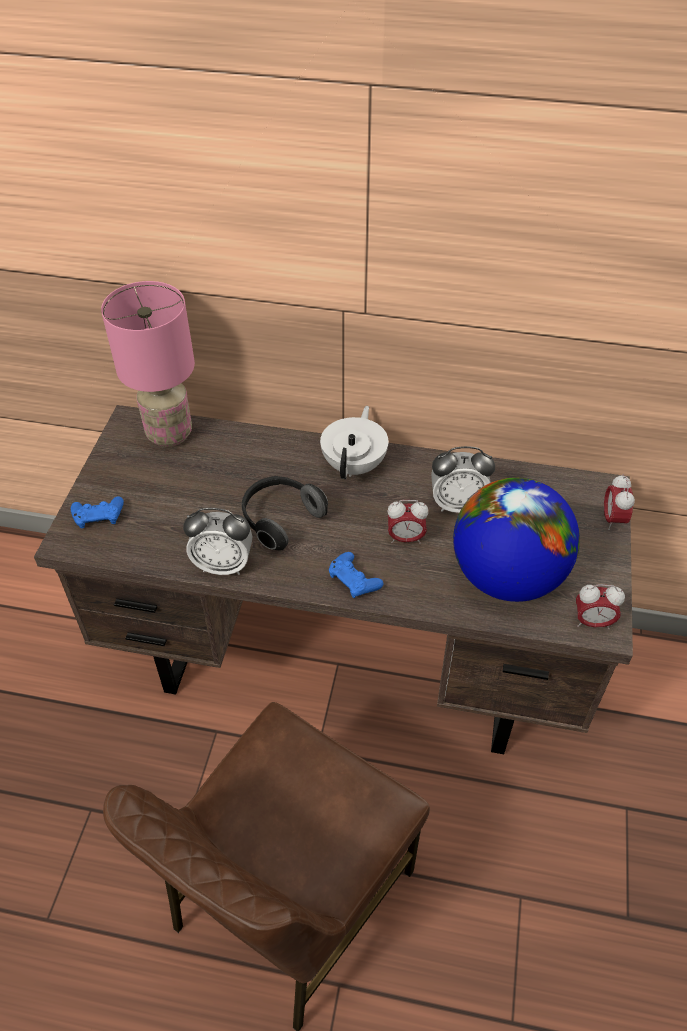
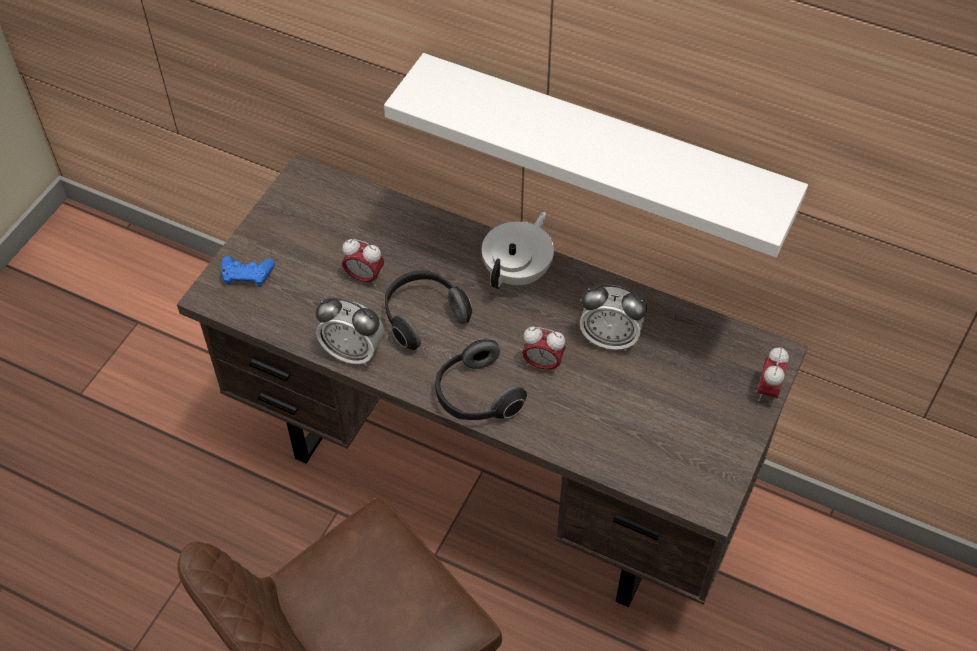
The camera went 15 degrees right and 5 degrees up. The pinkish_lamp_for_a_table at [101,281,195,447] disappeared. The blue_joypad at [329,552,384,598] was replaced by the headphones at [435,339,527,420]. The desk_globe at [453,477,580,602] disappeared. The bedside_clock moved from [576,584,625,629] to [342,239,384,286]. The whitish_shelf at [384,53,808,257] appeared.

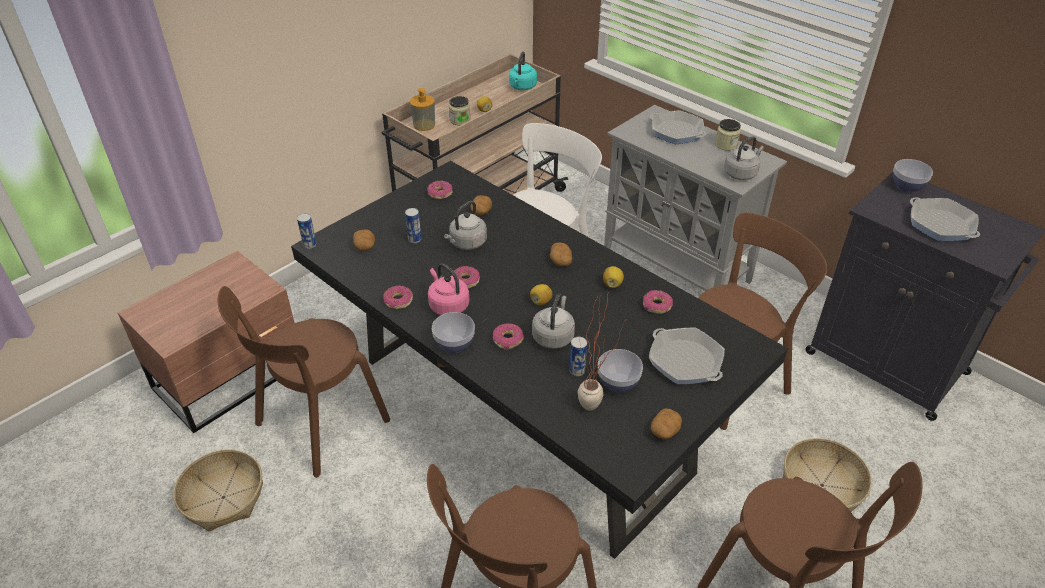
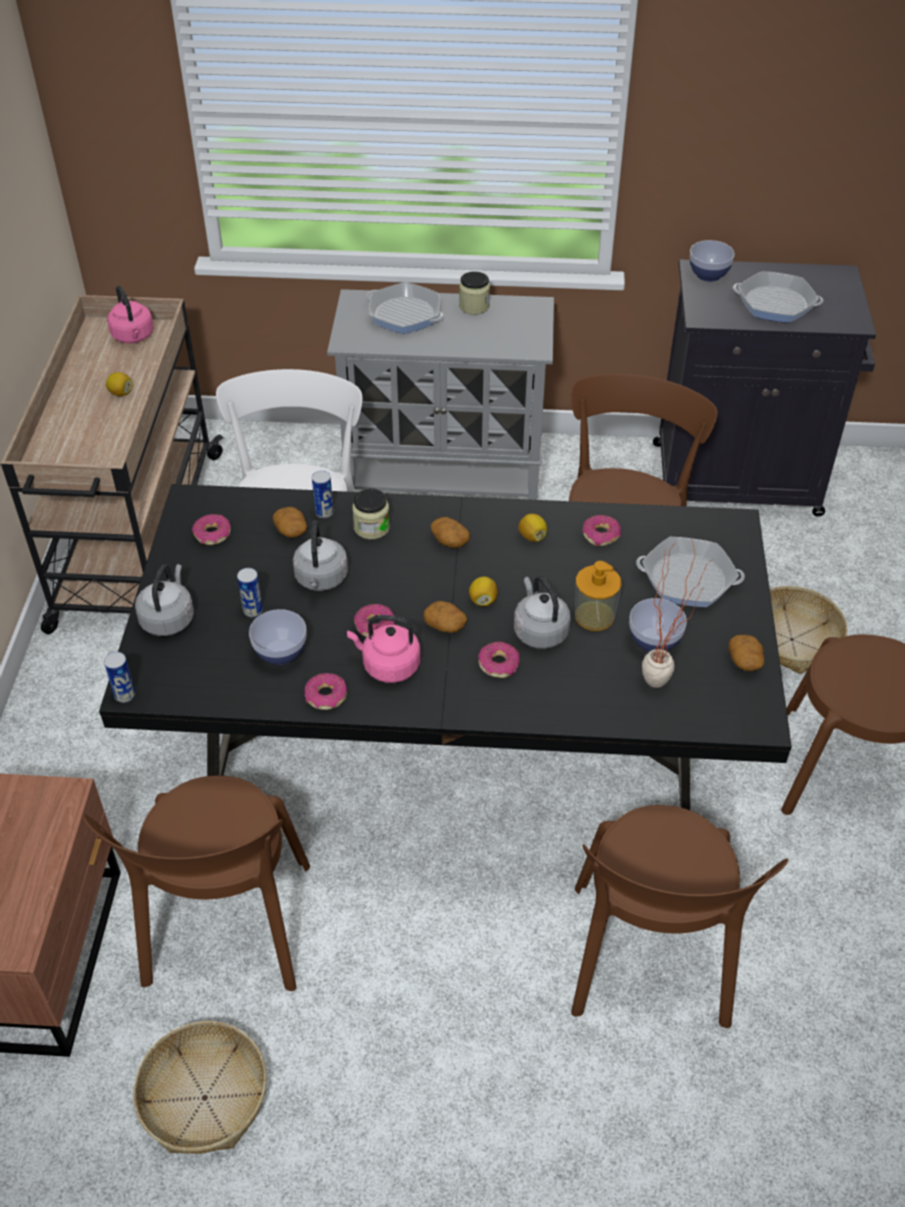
The camera went 40 degrees left and 5 degrees up. The whole_potato moved from [353,230,375,251] to [423,601,467,633]. The liquid_soap_bottle moved from [410,88,435,131] to [575,561,622,631]. The bowl moved from [432,312,475,353] to [249,609,307,665]. The storage_jar moved from [449,96,470,125] to [352,488,390,539]. The turquoise-coloured_water_kettle at [509,52,537,90] became the pinkish_water_kettle at [107,285,154,343]. The metal_can moved from [570,337,587,376] to [312,471,334,518]. The frying_pan at [650,110,706,144] turned 150 degrees counterclockwise. The grey_water_kettle moved from [724,136,764,180] to [135,564,194,636].

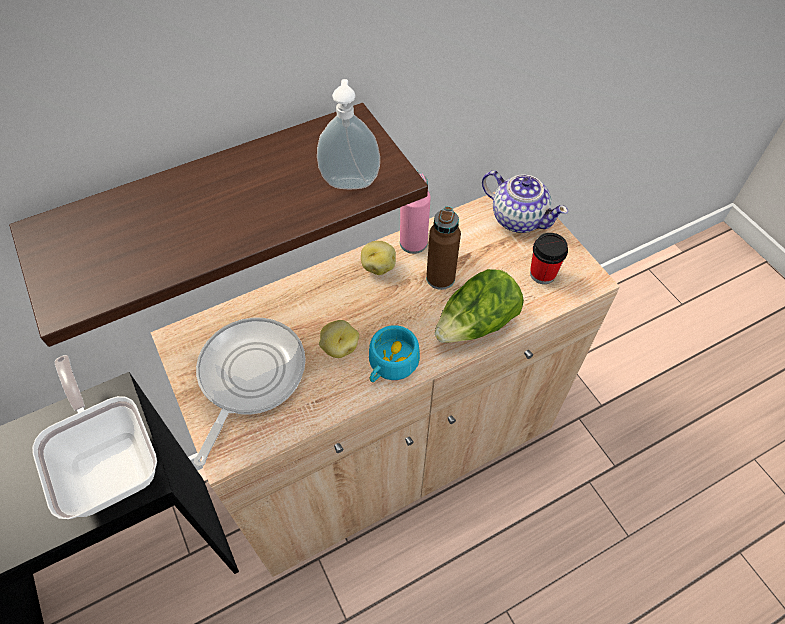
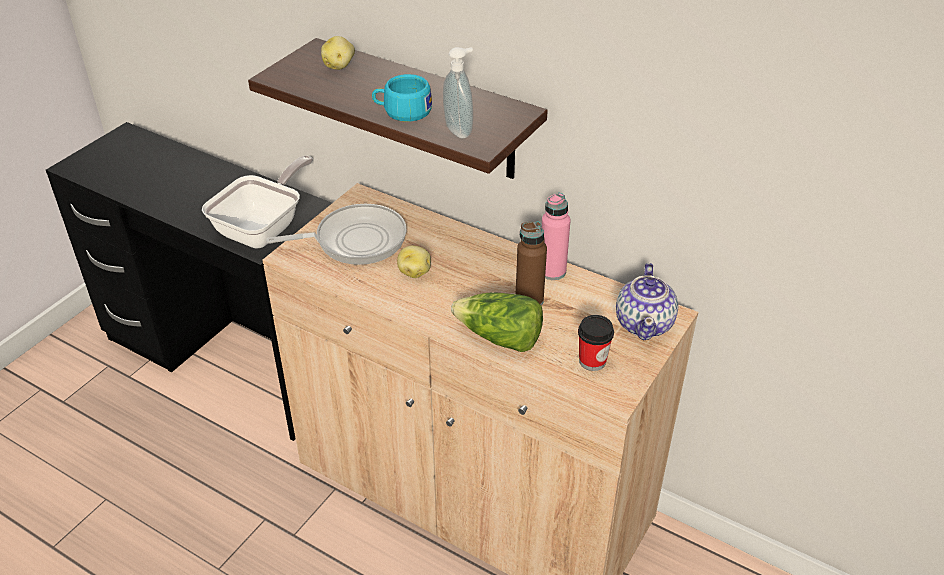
The camera went 60 degrees right and 15 degrees down. The whole_potato moved from [361,241,396,275] to [321,36,355,70]. The turquoise-coloured_small_cup moved from [369,325,420,382] to [372,74,432,121].

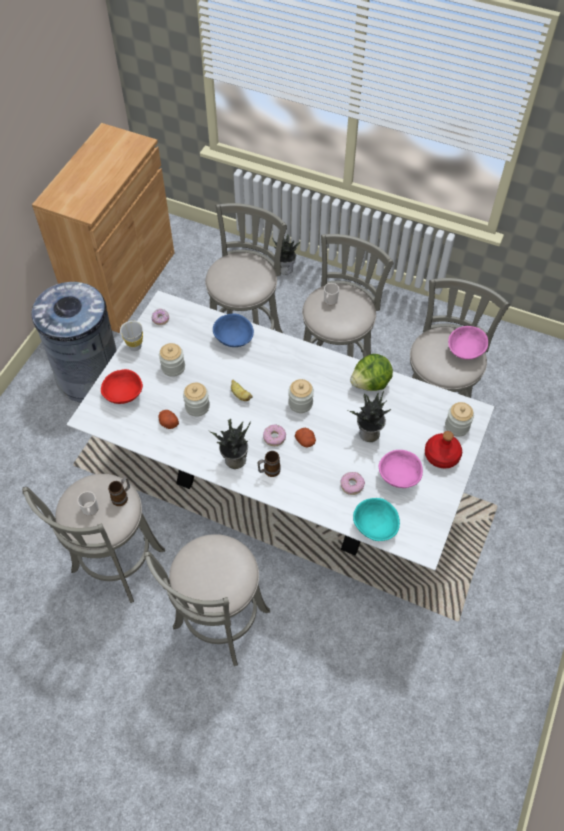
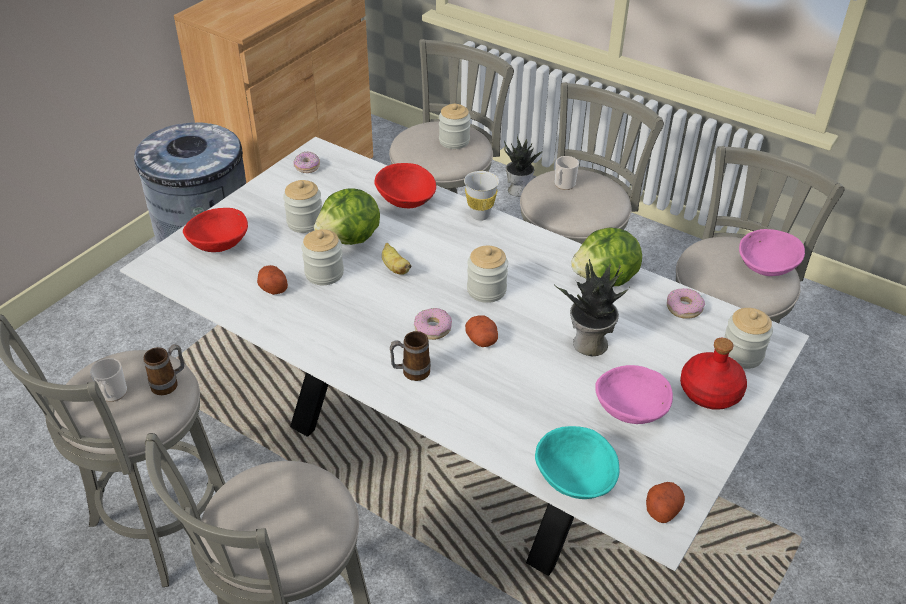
The camera went 10 degrees right and 15 degrees down. The whitish_small_cup moved from [120,321,143,351] to [464,171,499,221]. The potted_plant at [208,419,251,469] disappeared. The blue_bowl at [213,313,254,347] became the red_bowl at [374,163,436,208]. The doughnut moved from [341,472,365,495] to [667,288,705,319]. The lettuce_head at [314,188,380,245] appeared. The storage_jar at [439,103,471,149] appeared. The whole_potato at [646,482,685,523] appeared.

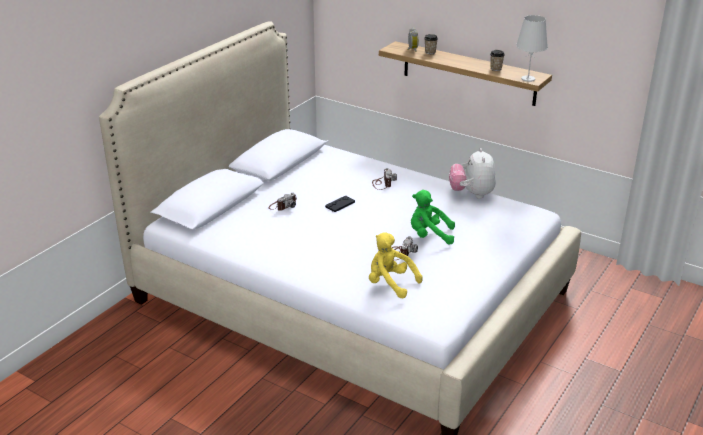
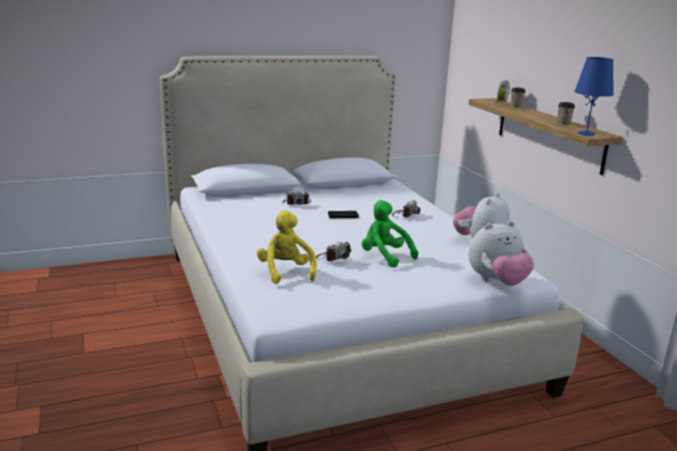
The camera went 35 degrees right and 10 degrees down. The whitish_lamp_for_a_table at [516,15,548,82] became the blue_lamp_for_a_table at [574,57,614,136]. The cuddly_toy at [468,221,534,286] appeared.

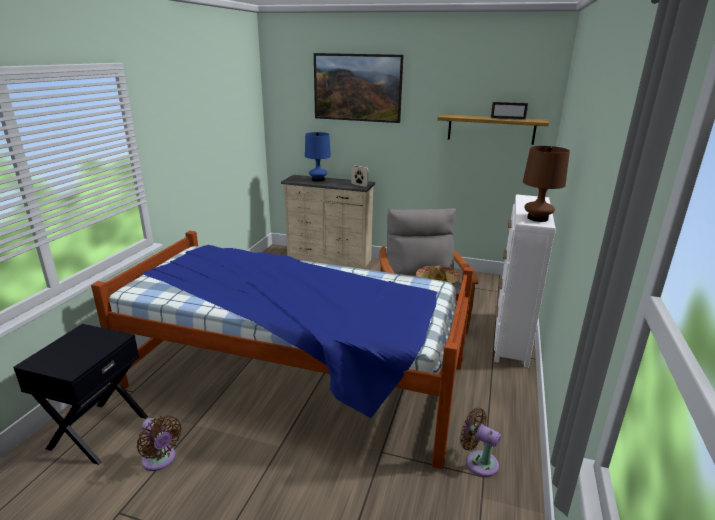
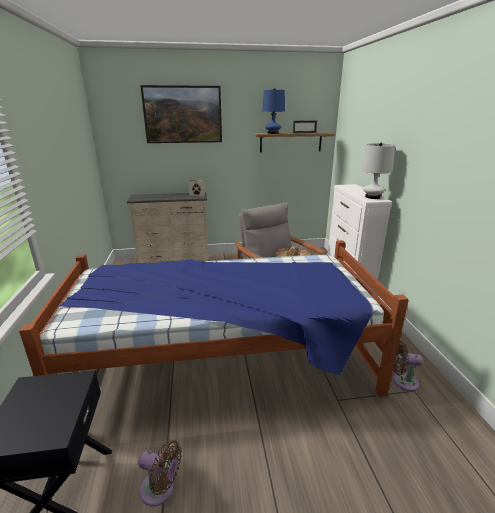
The camera went 25 degrees left and 0 degrees up. The blue_lamp_for_a_table moved from [305,132,331,181] to [262,88,285,134]. The brown_lamp_for_a_table at [523,146,570,222] became the whitish_lamp_for_a_table at [362,142,395,199].

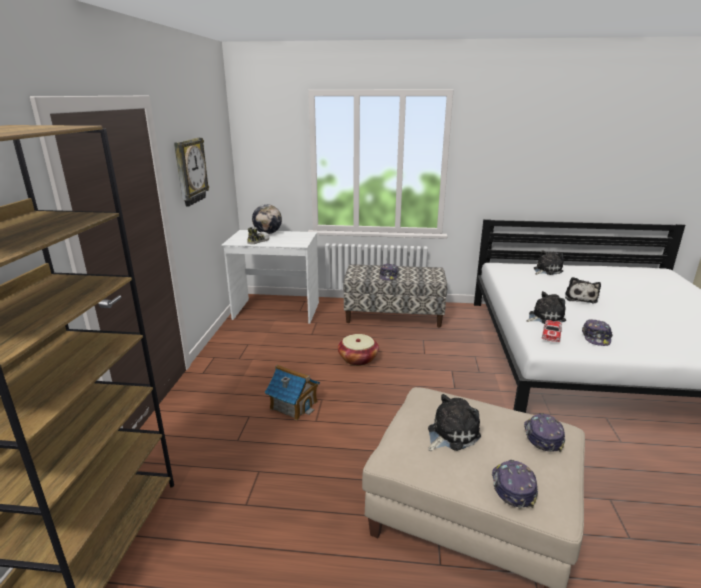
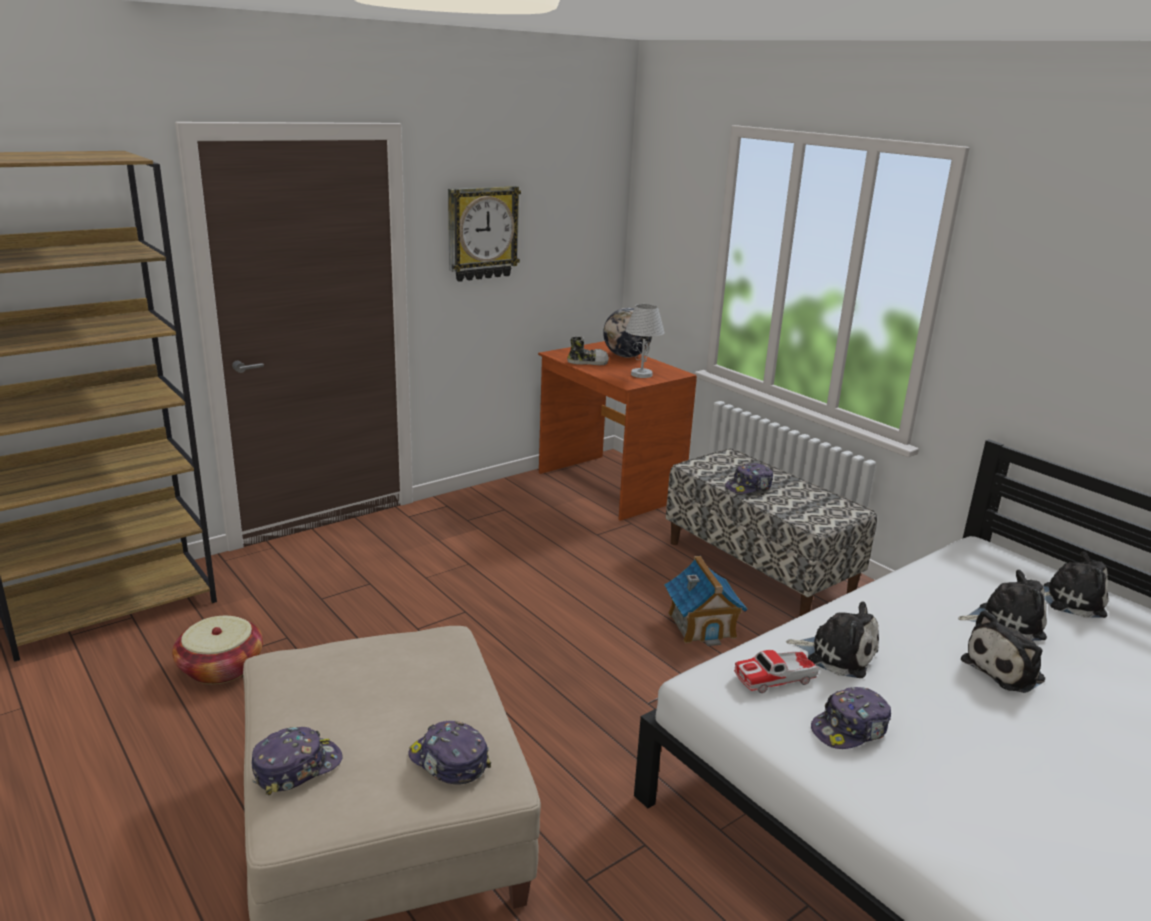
The camera went 45 degrees right and 0 degrees up. The whitish_desk at [221,230,319,324] became the brown_desk at [538,341,697,521]. The model_house moved from [264,365,320,420] to [665,556,747,646]. The basket moved from [338,334,379,366] to [172,616,263,684]. The cuddly_toy moved from [428,394,481,451] to [958,570,1047,641]. The cap at [524,413,565,452] turned 105 degrees counterclockwise. The whitish_lamp_for_a_table at [625,304,665,378] appeared.

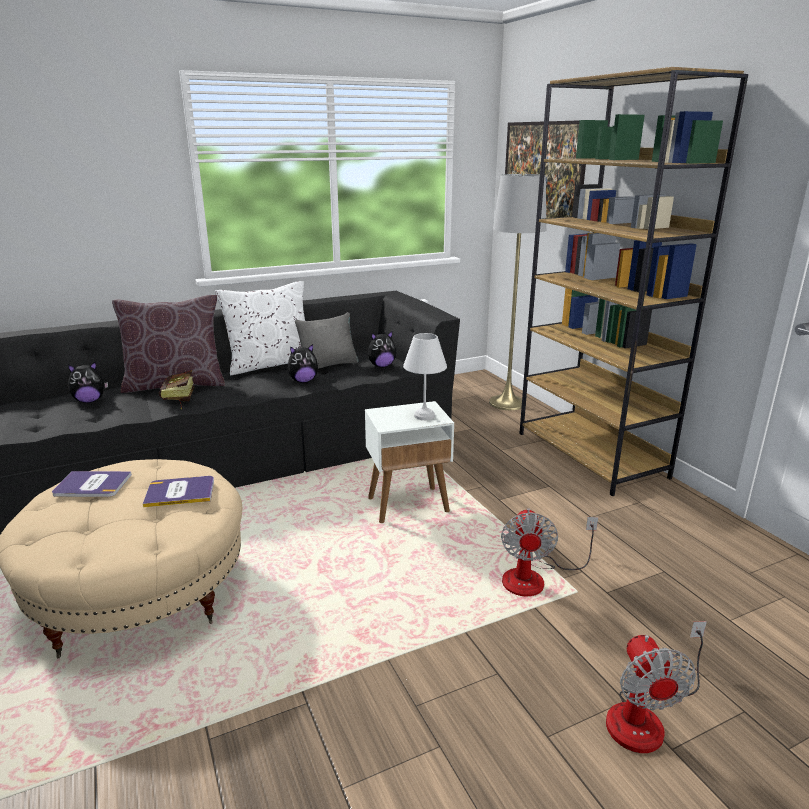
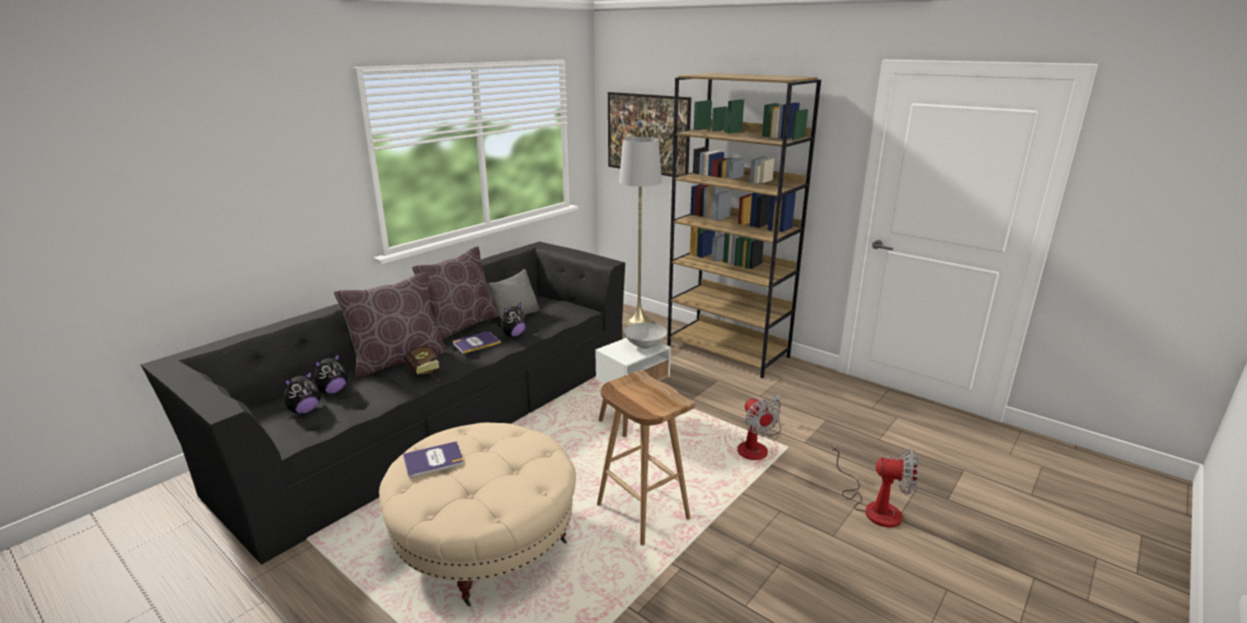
The camera went 25 degrees left and 0 degrees up. The book moved from [143,476,214,507] to [453,332,501,354]. The whitish_pillow at [215,281,305,376] became the brown_pillow at [412,246,499,340]. The cuddly_toy moved from [368,331,396,367] to [284,371,320,414]. The whitish_lamp_for_a_table at [403,333,447,420] was replaced by the grey_bowl at [624,322,667,349]. The electric_fan at [606,621,707,753] turned 45 degrees counterclockwise. The brown_stool at [597,370,695,546] appeared.

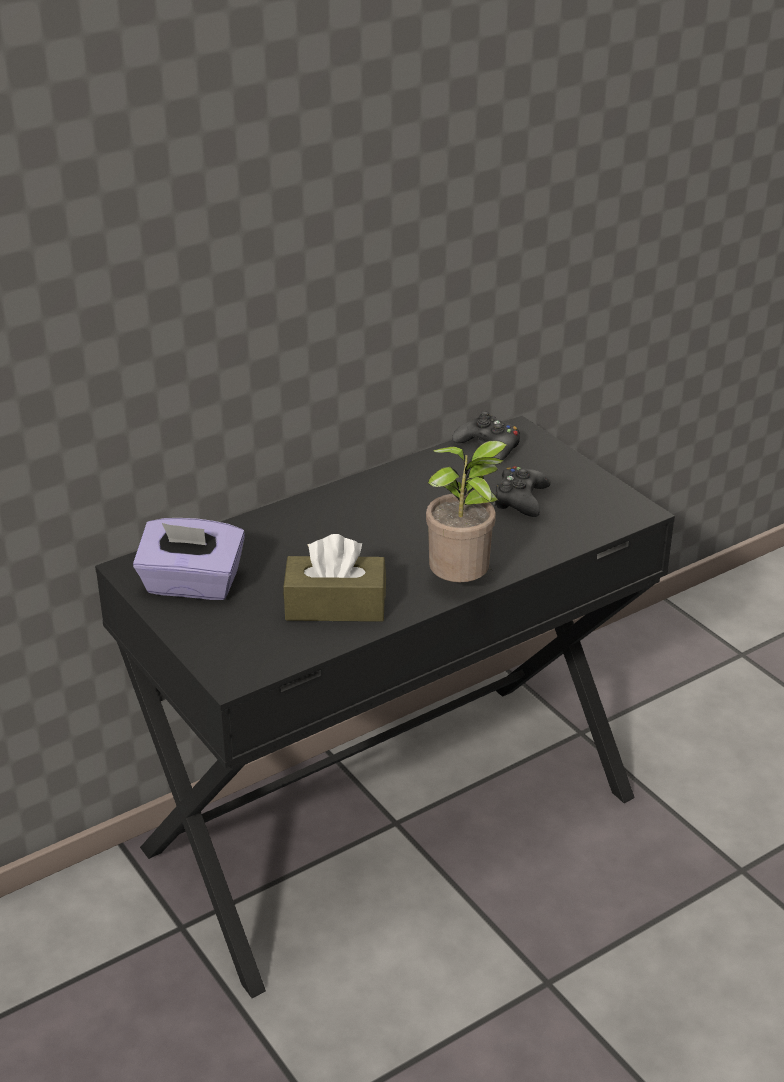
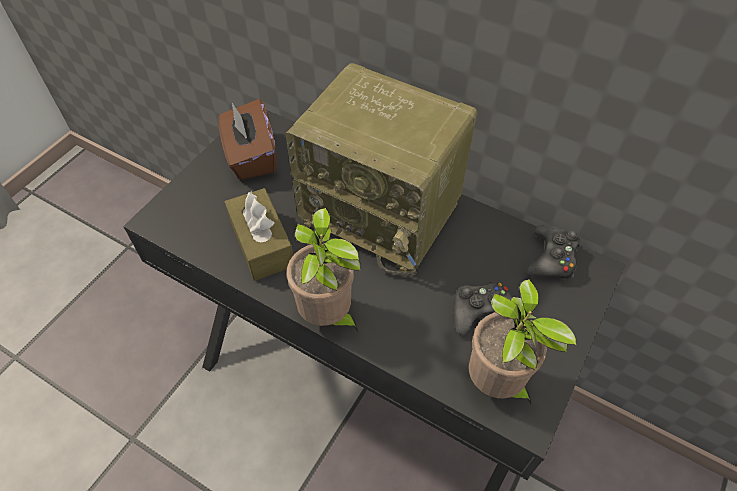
The camera went 65 degrees right and 20 degrees up. The purple_box_of_tissues at [133,518,245,600] became the brown_box_of_tissues at [218,99,277,180]. The radio_receiver at [285,63,478,276] appeared. The potted_plant at [469,279,576,404] appeared.

